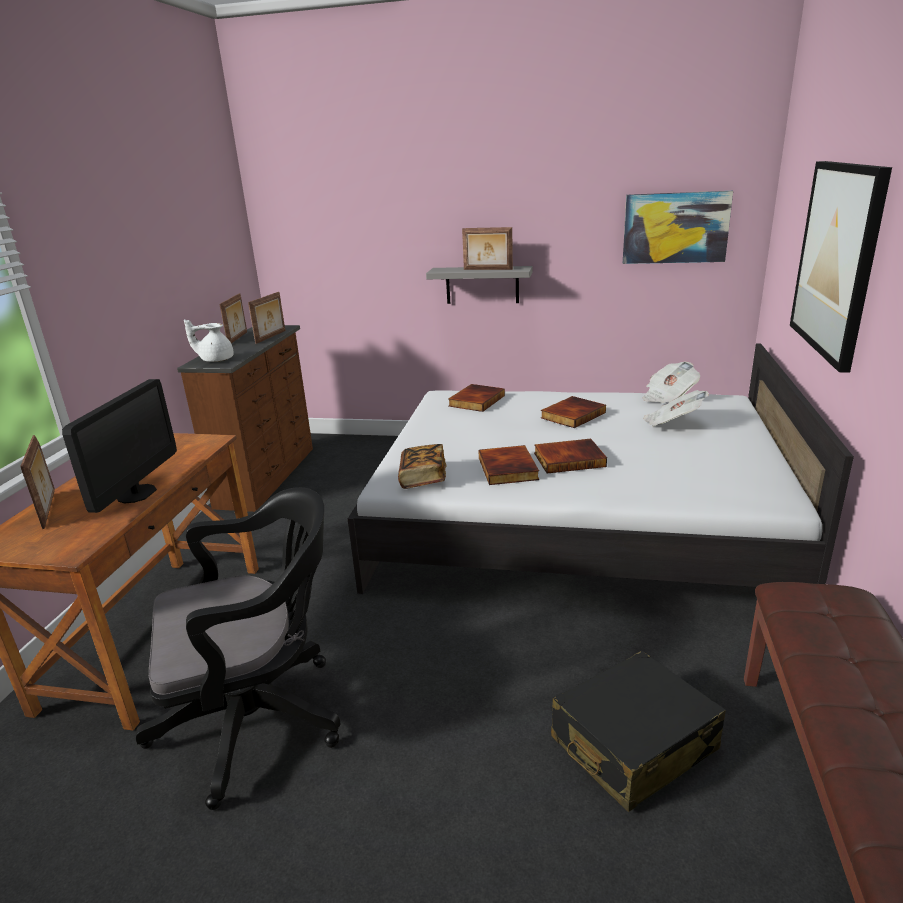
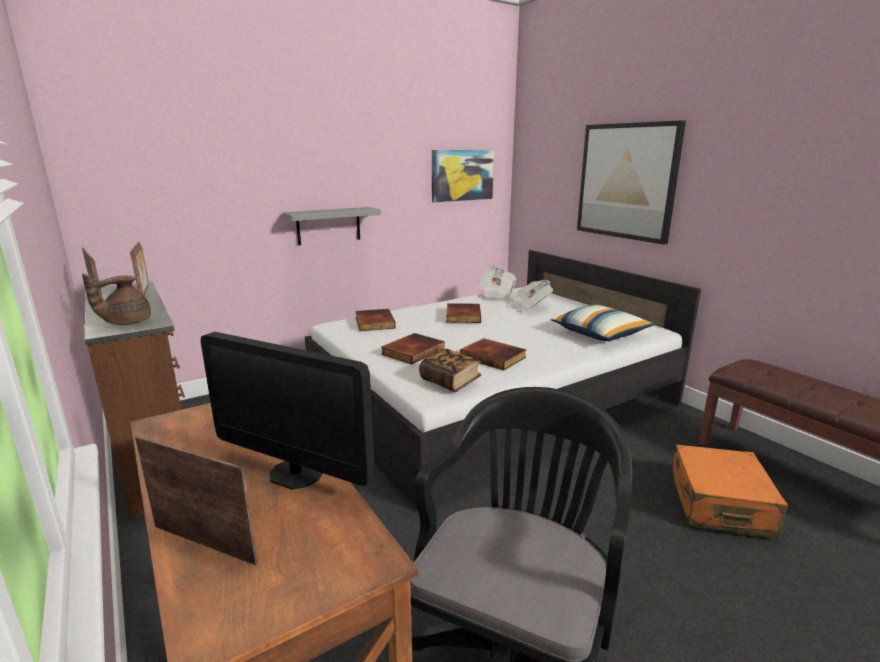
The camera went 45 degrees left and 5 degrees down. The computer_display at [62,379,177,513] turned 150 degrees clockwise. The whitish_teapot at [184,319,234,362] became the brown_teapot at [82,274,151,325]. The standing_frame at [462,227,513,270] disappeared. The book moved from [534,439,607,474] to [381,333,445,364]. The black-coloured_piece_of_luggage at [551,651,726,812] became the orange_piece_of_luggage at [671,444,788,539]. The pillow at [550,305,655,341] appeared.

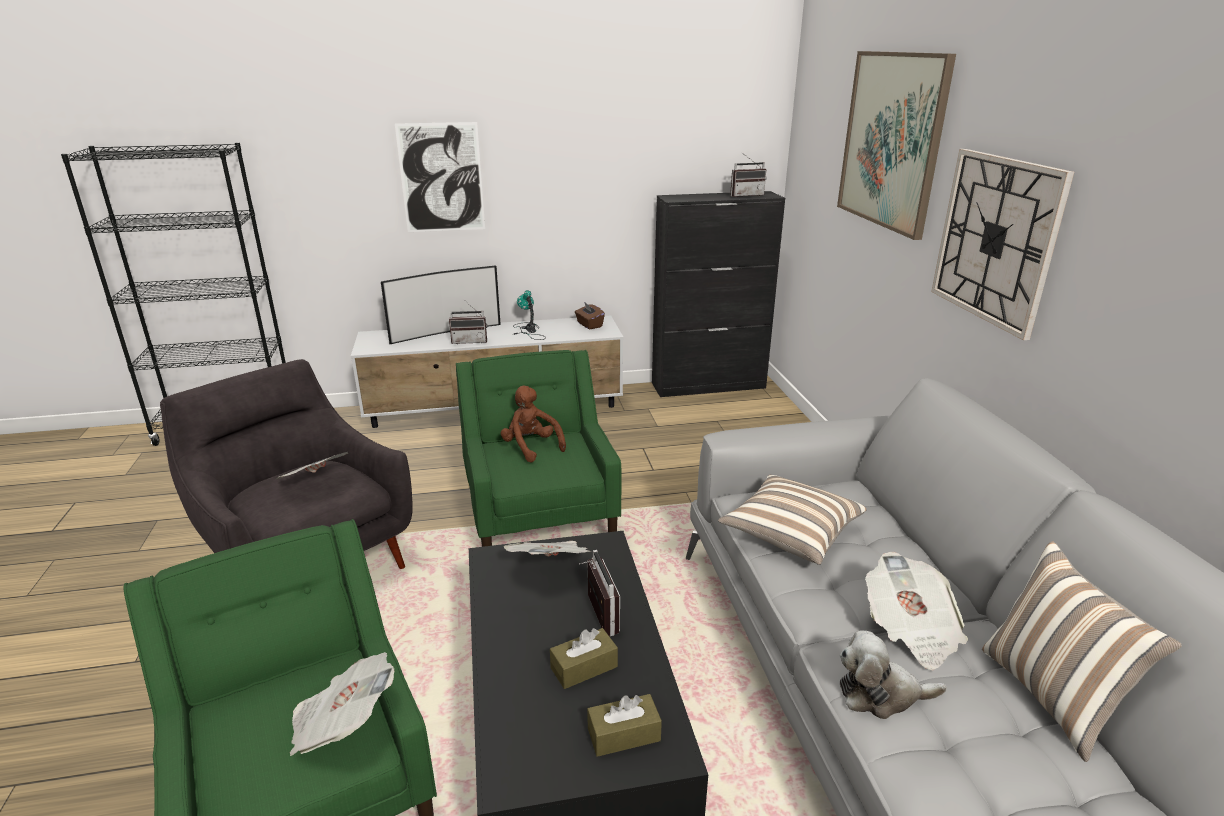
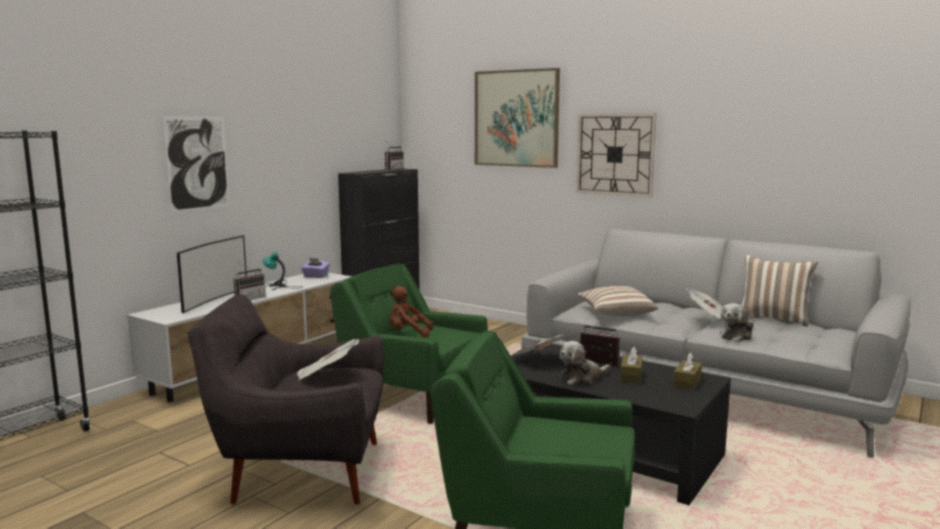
The camera went 45 degrees left and 15 degrees down. The printed_paper at [290,652,394,756] disappeared. The brown_box_of_tissues at [575,302,605,329] became the purple_box_of_tissues at [301,258,330,278]. The cuddly_toy at [559,341,611,385] appeared.

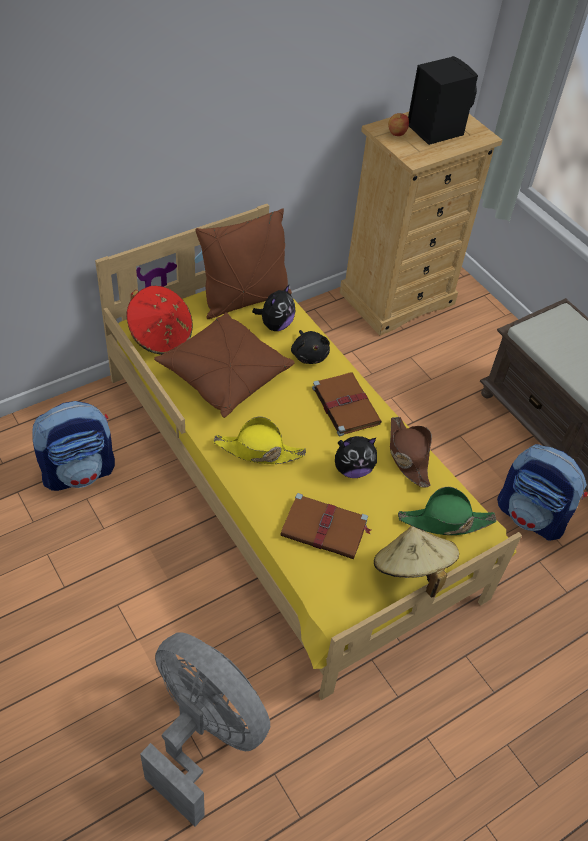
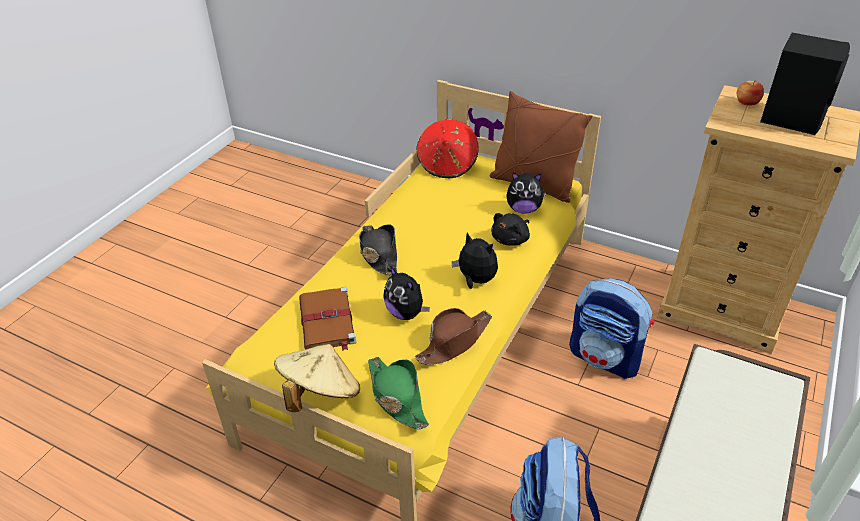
The camera went 65 degrees right and 10 degrees down. The knapsack moved from [32,401,115,491] to [569,278,654,379]. The grey_electric_fan at [140,632,270,827] disappeared. The brown_pillow at [154,312,295,418] disappeared. The yellow-coloured_hat at [213,417,306,464] became the black-coloured_hat at [359,224,397,275]. The brown_book at [312,372,382,436] was replaced by the cuddly_toy at [451,233,498,289].

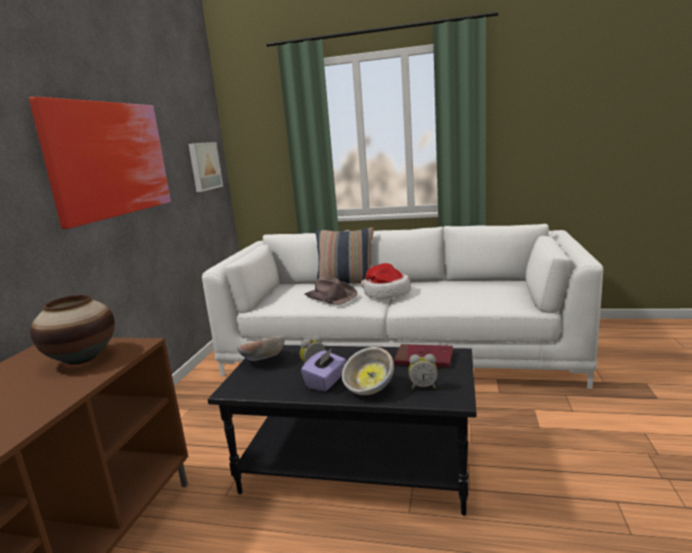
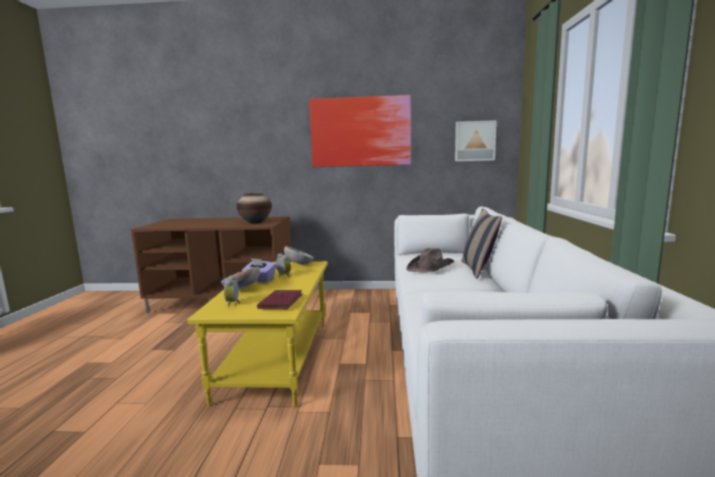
The camera went 80 degrees right and 5 degrees down. The black-coloured_lounge_table at [208,345,477,516] became the yellow-coloured_lounge_table at [187,261,328,407]. The hat at [361,263,411,299] disappeared.

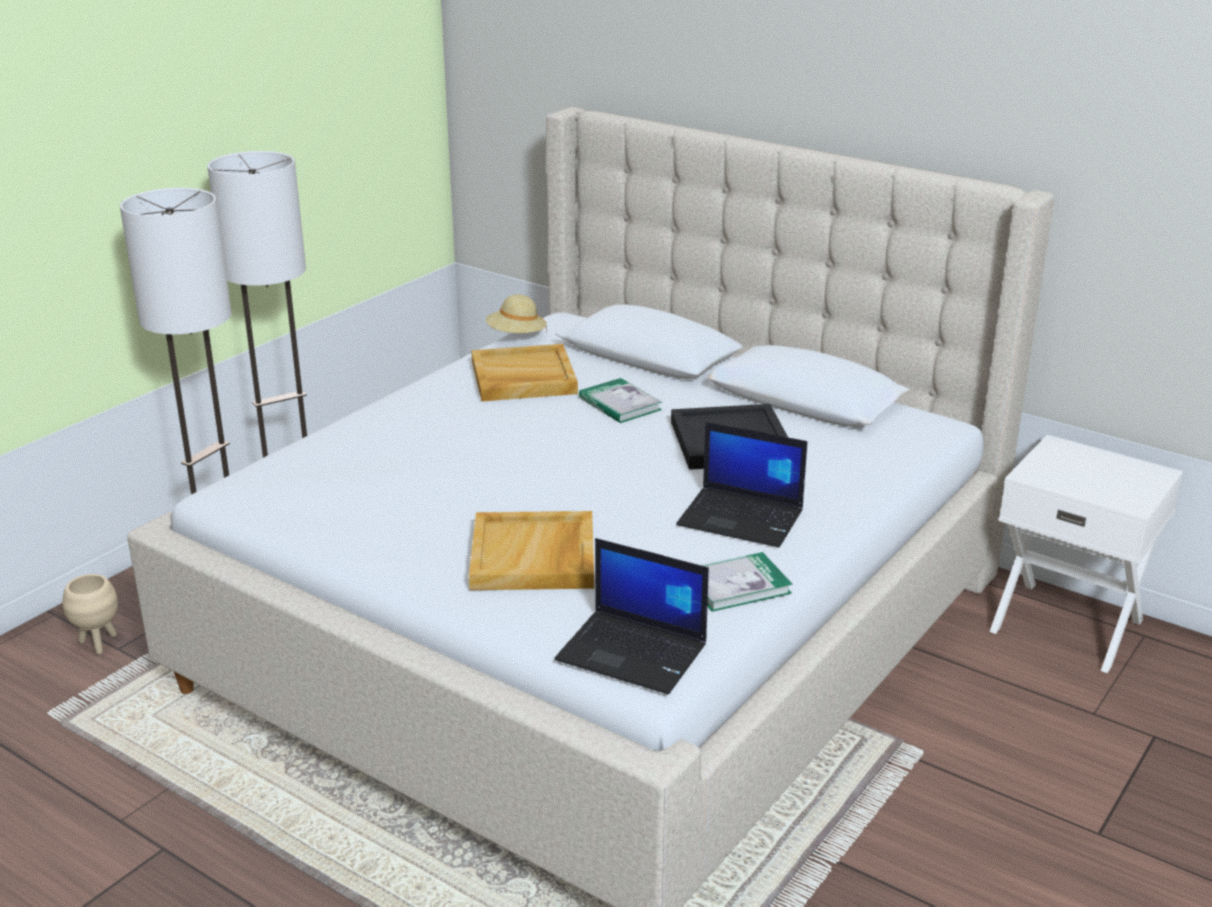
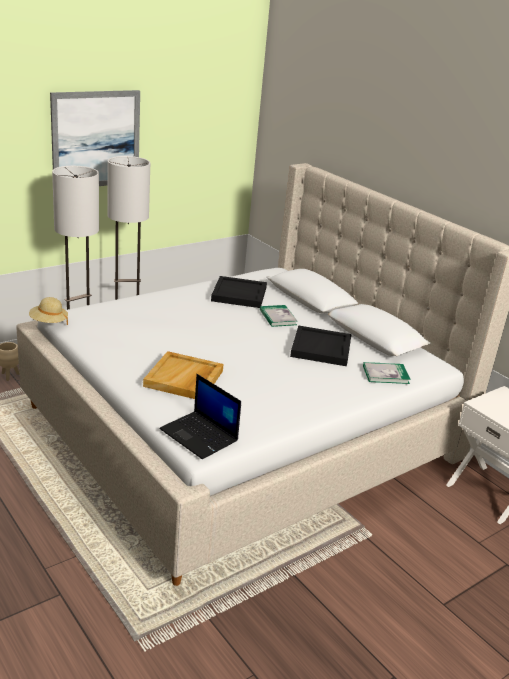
The camera went 15 degrees right and 0 degrees up. The beige_tray at [471,344,578,402] became the black-coloured_tray at [211,276,267,308]. The beige_hat moved from [486,295,547,334] to [29,297,68,325]. The portable_computer at [676,422,807,548] disappeared. The book moved from [701,552,792,612] to [363,362,411,384]. The wall_art at [50,90,140,186] appeared.

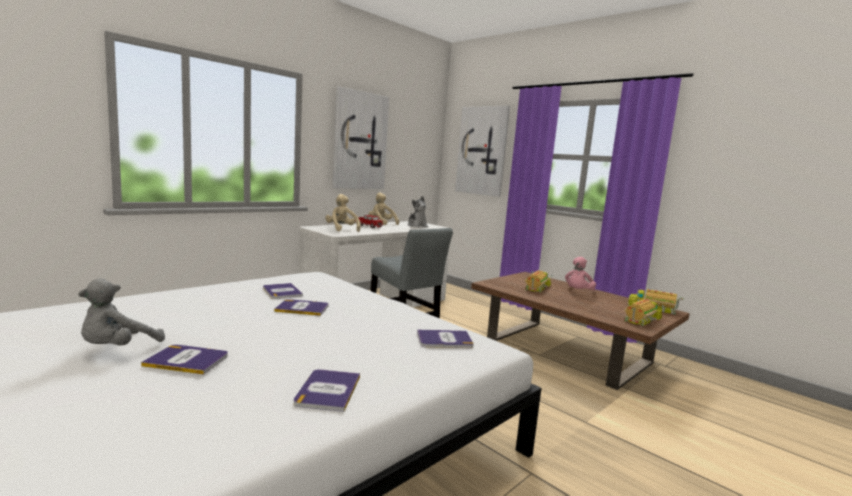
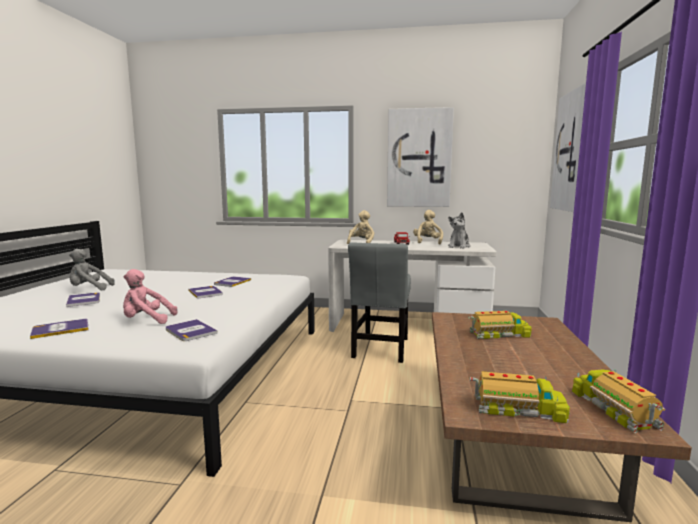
The camera went 55 degrees right and 0 degrees up. The pinkish_cuddly_toy moved from [565,257,596,291] to [123,269,178,324].

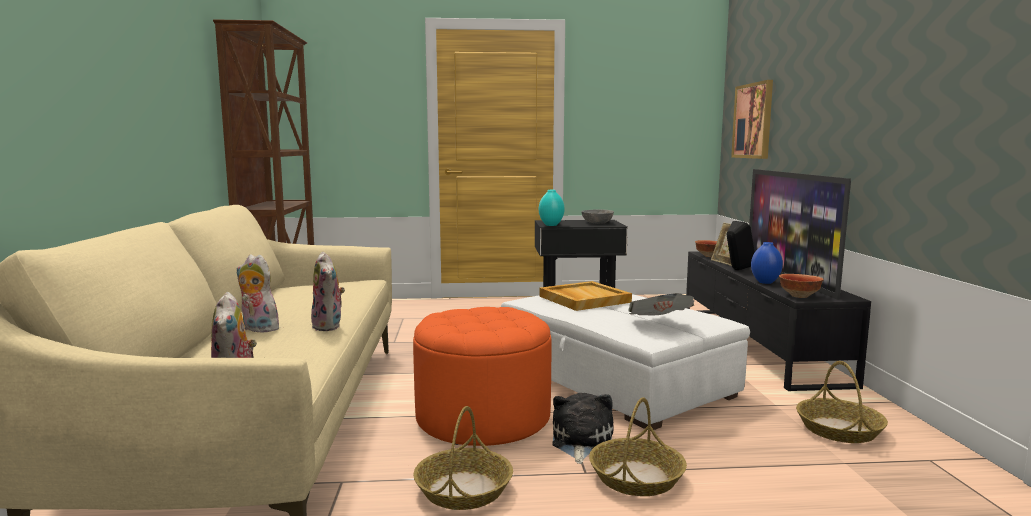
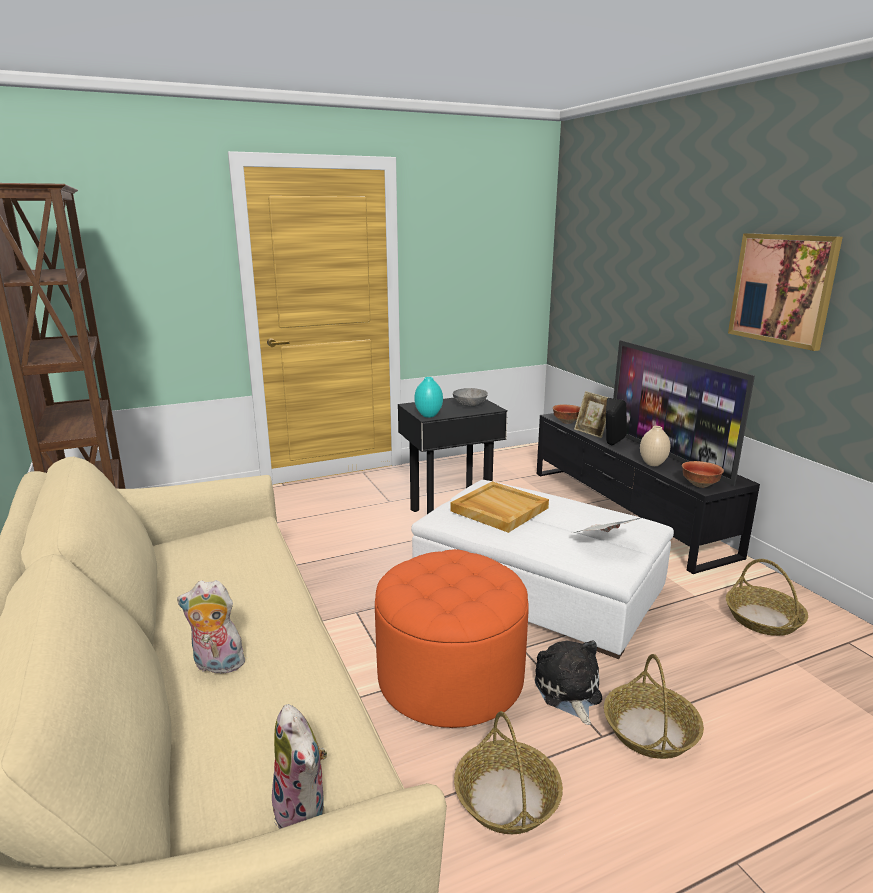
The camera went 20 degrees left and 10 degrees up. The cuddly_toy at [311,252,345,331] disappeared. The wall_art moved from [731,80,773,159] to [728,233,843,351]. The blue_decorative_vase at [751,242,783,284] became the beige_decorative_vase at [640,426,670,466].

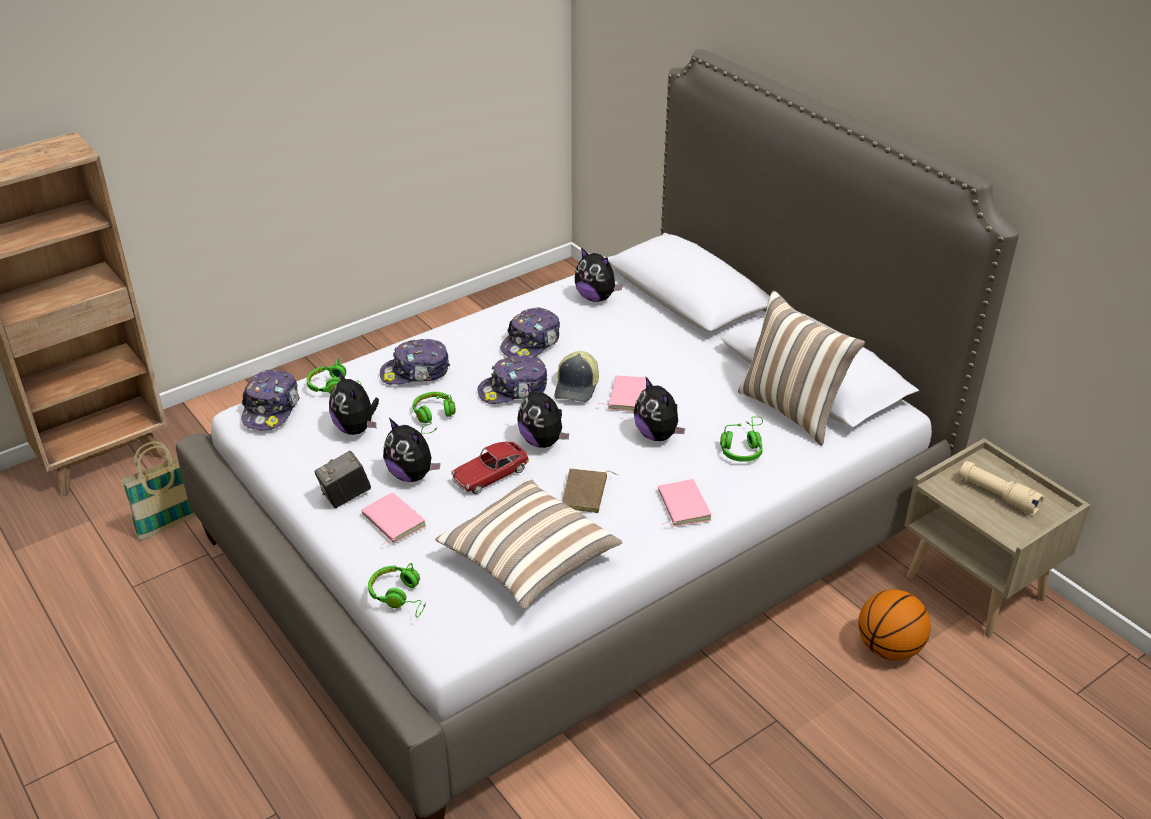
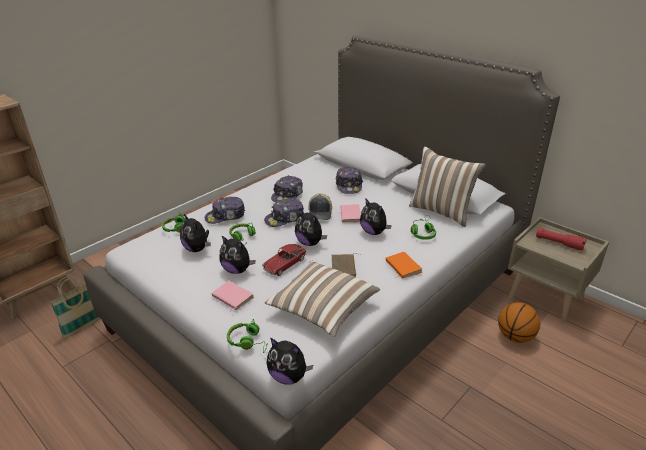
The camera went 10 degrees left and 5 degrees down. The cap moved from [241,370,300,431] to [336,167,363,194]. The still_camera at [314,451,371,508] disappeared. The cuddly_toy moved from [575,248,623,302] to [267,338,313,385]. The pinkish_book at [658,479,712,527] became the orange_book at [386,252,422,278]. The beige_flashlight at [959,461,1044,515] became the red_flashlight at [536,228,587,251].

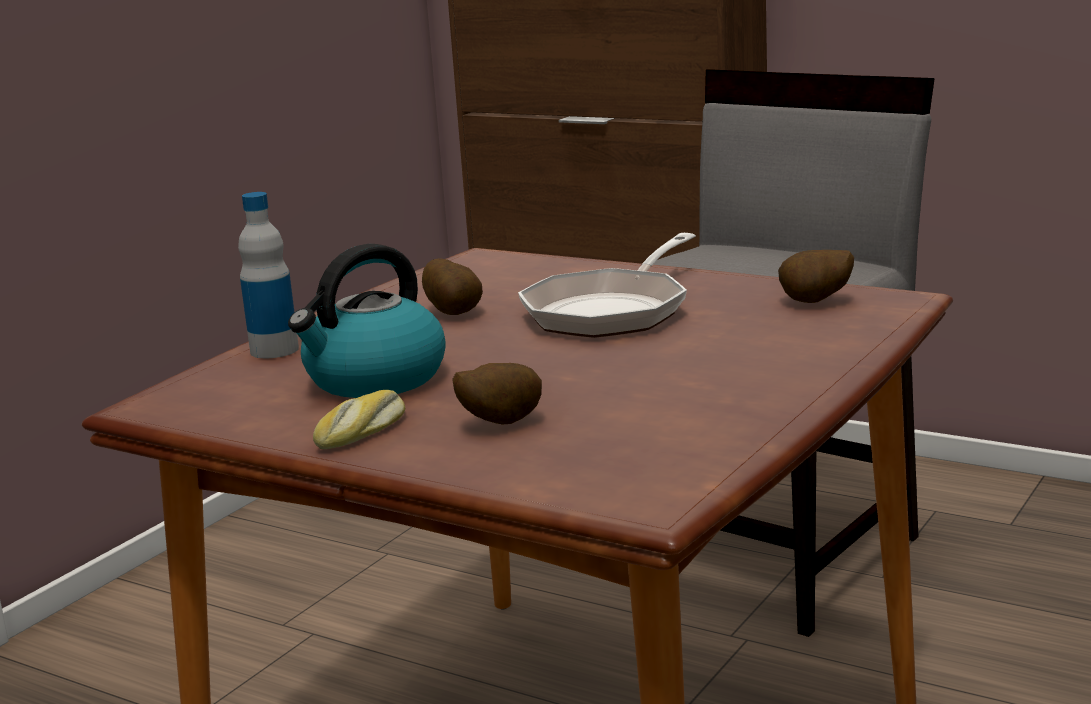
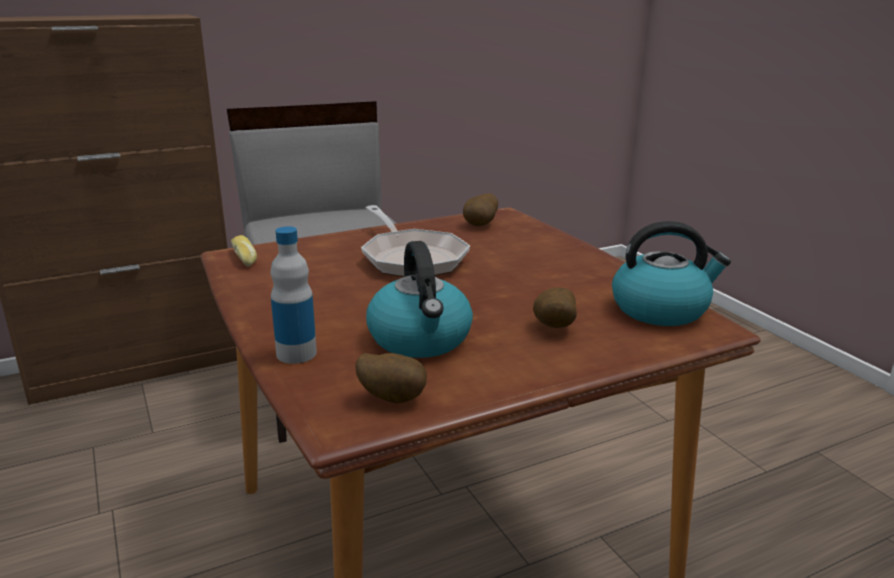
The camera went 60 degrees left and 5 degrees up. The baked_bread moved from [313,390,405,449] to [231,235,257,267]. The whole_potato moved from [422,258,483,315] to [355,353,427,403]. The water_kettle at [612,221,731,326] appeared.

